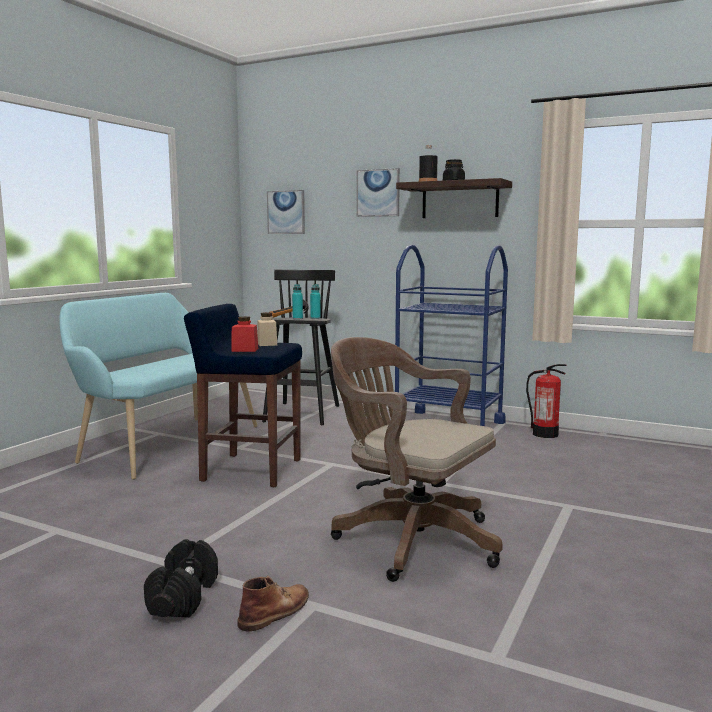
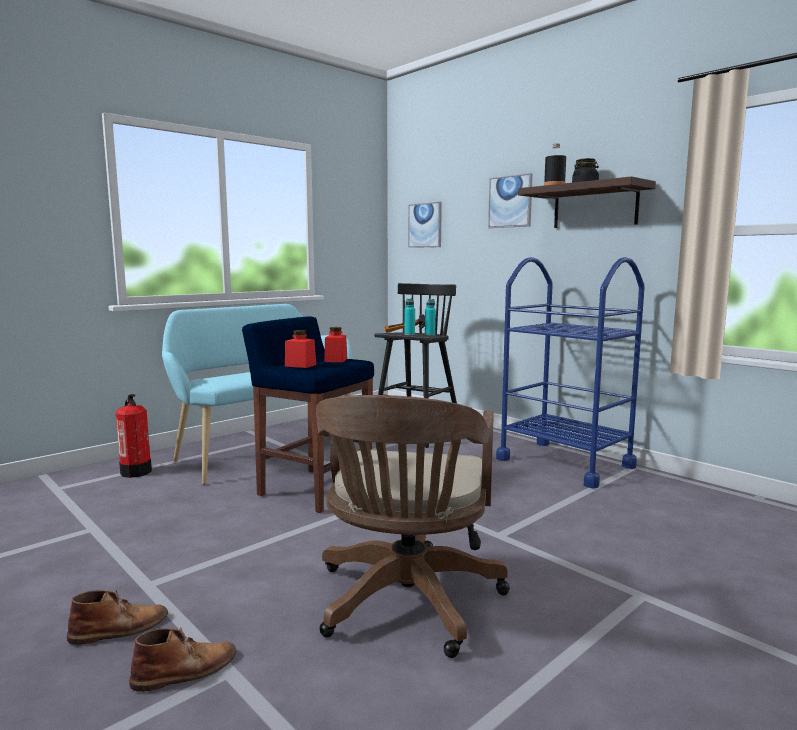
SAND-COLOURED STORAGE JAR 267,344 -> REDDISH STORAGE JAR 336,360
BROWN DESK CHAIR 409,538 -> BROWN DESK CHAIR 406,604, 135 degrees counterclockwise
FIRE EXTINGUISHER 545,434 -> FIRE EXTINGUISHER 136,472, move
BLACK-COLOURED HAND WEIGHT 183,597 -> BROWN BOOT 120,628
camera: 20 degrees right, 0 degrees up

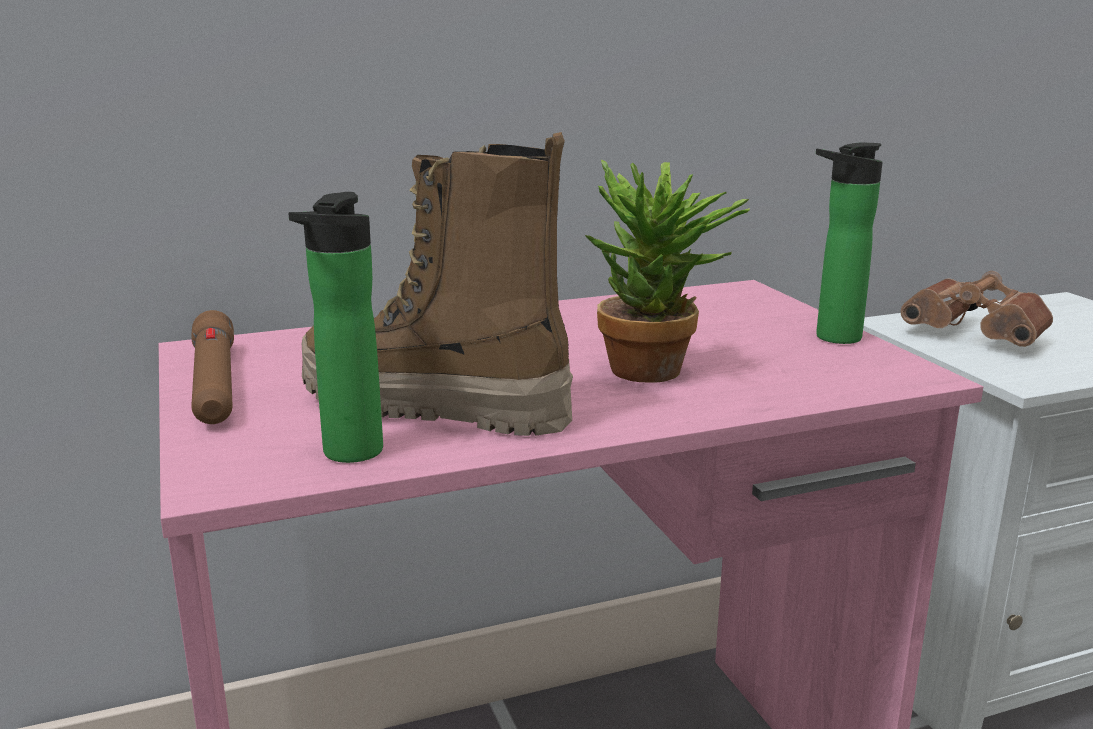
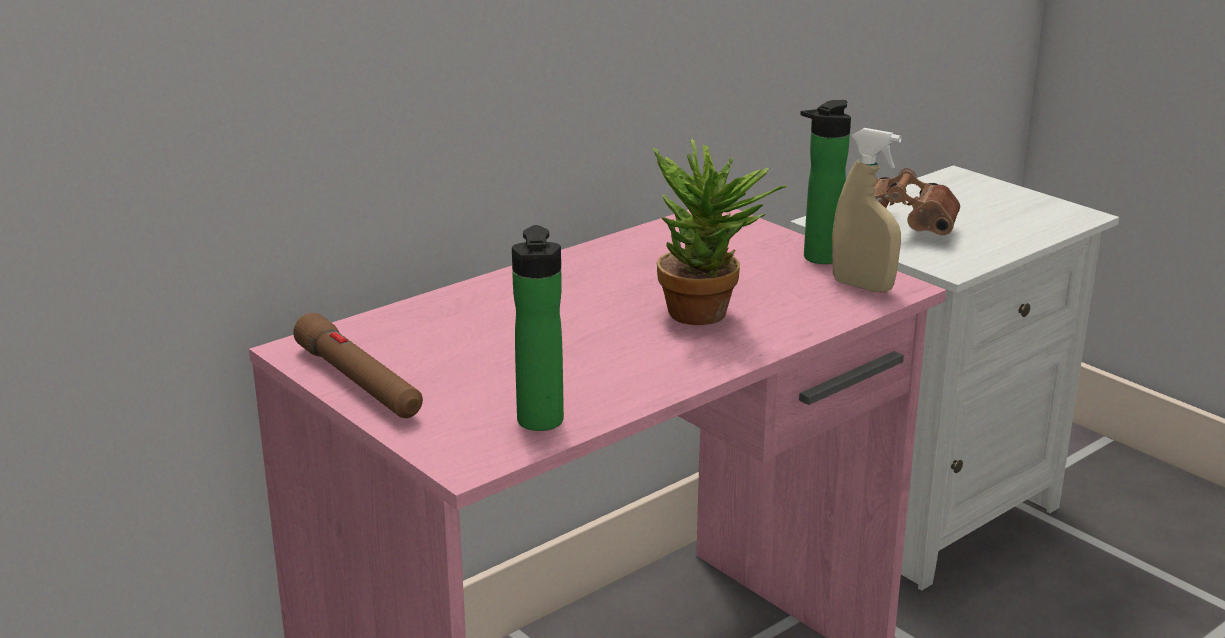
BOOT 434,409 -> none
none -> SAND-COLOURED SPRAY BOTTLE 862,286
camera: 20 degrees left, 5 degrees up

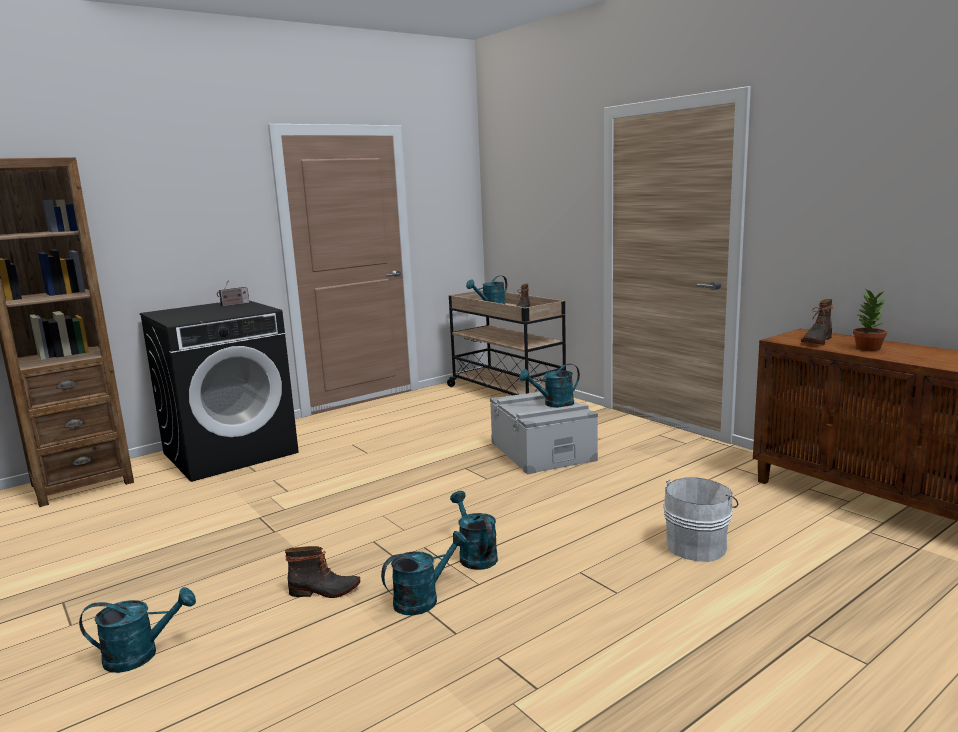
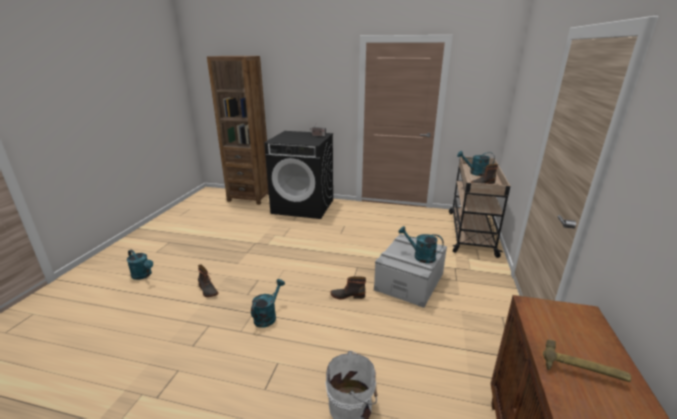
HOUSEPLANT 867,348 -> HAMMER 581,373
BOOT 816,340 -> BOOT 347,295, move
TURQUOISE WATERING POT 423,599 -> none
camera: 50 degrees right, 10 degrees up

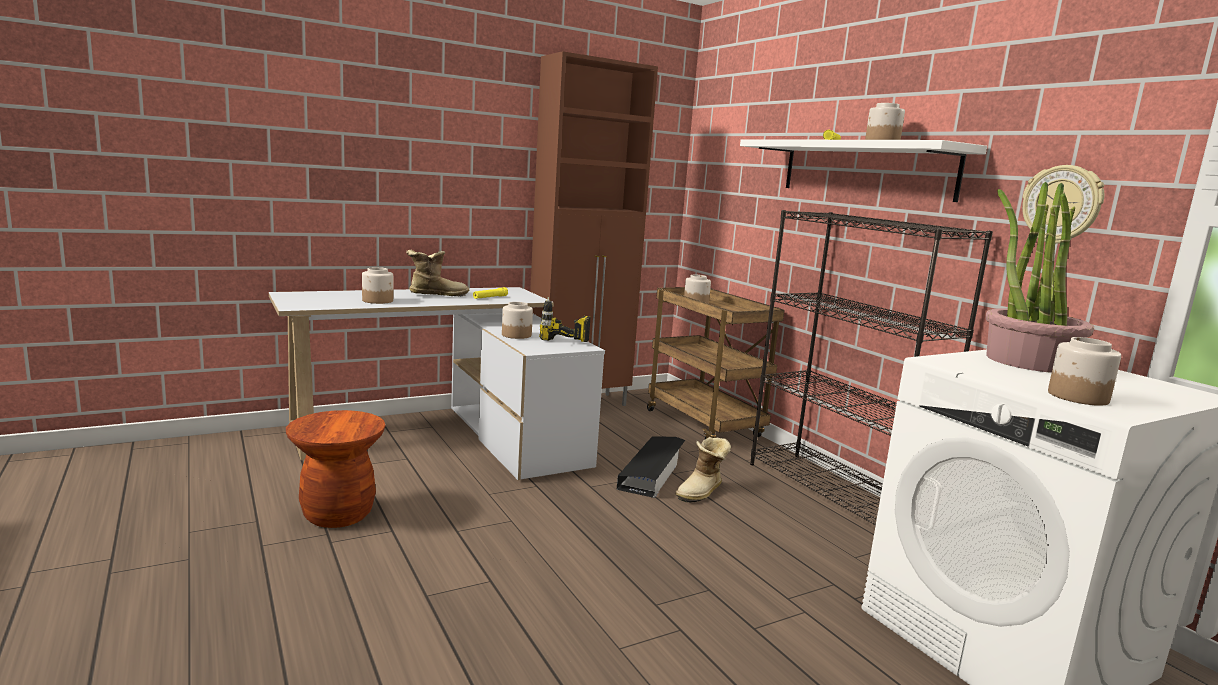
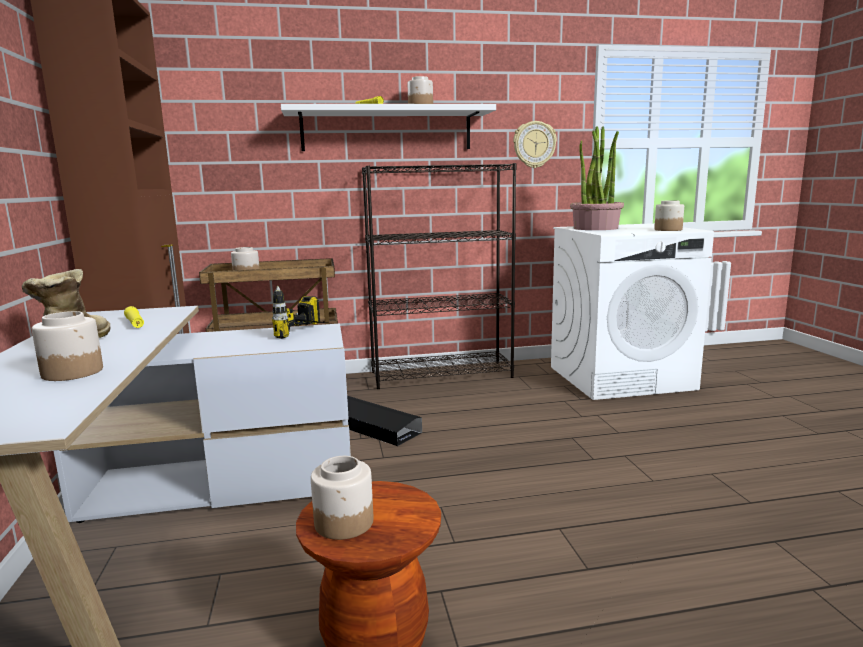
STORAGE JAR 517,335 -> STORAGE JAR 344,522, move
BOOT 702,492 -> none
camera: 70 degrees left, 0 degrees up

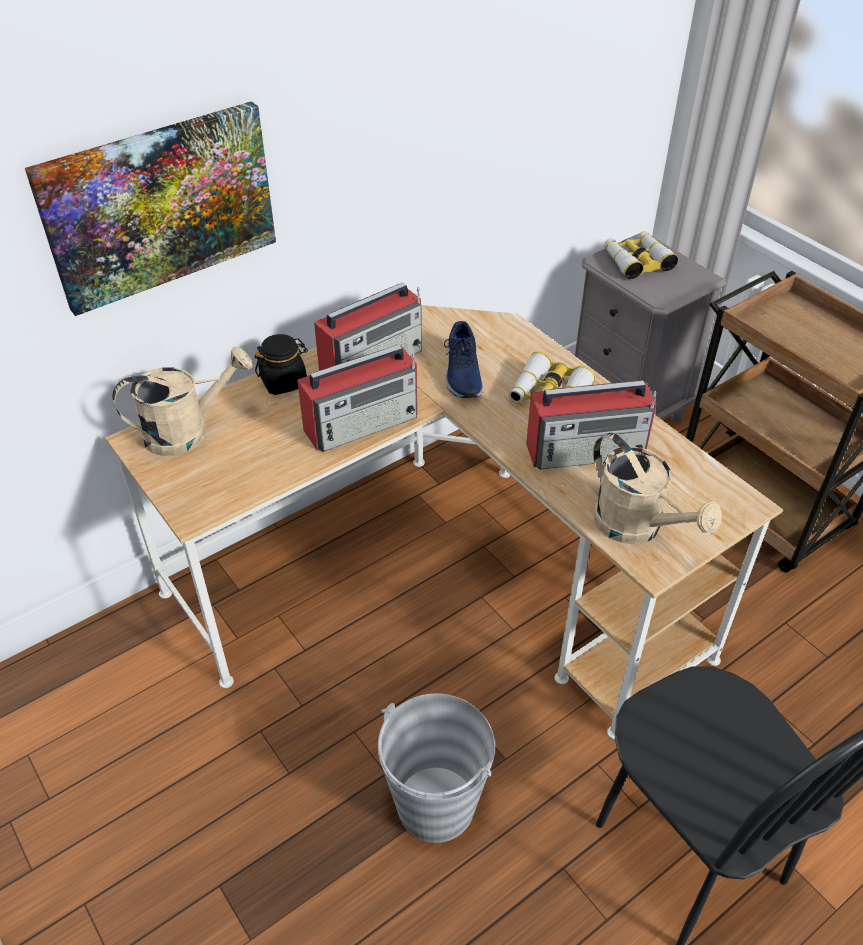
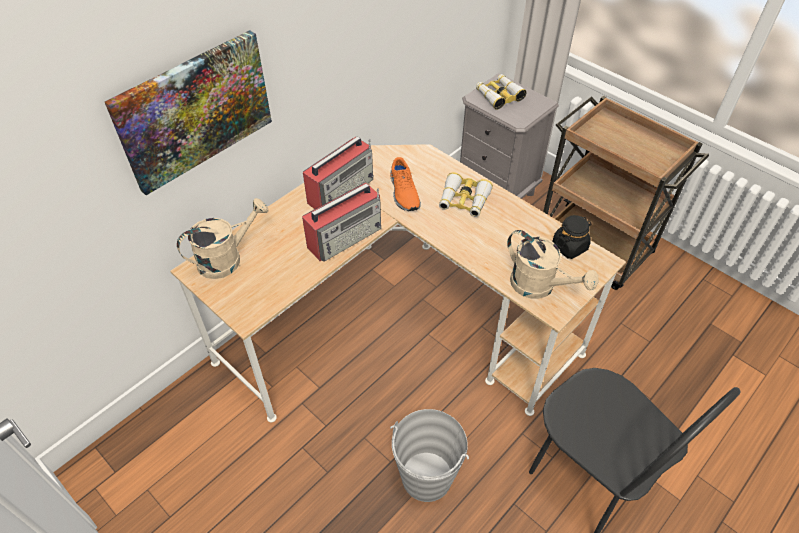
BLUE-COLOURED ITEM OF FOOTWEAR 462,373 -> ORANGE-COLOURED ITEM OF FOOTWEAR 403,193
BLACK-COLOURED STORAGE JAR 284,382 -> BLACK-COLOURED STORAGE JAR 569,247, move
RADIO SET 587,450 -> none
camera: 10 degrees left, 5 degrees up

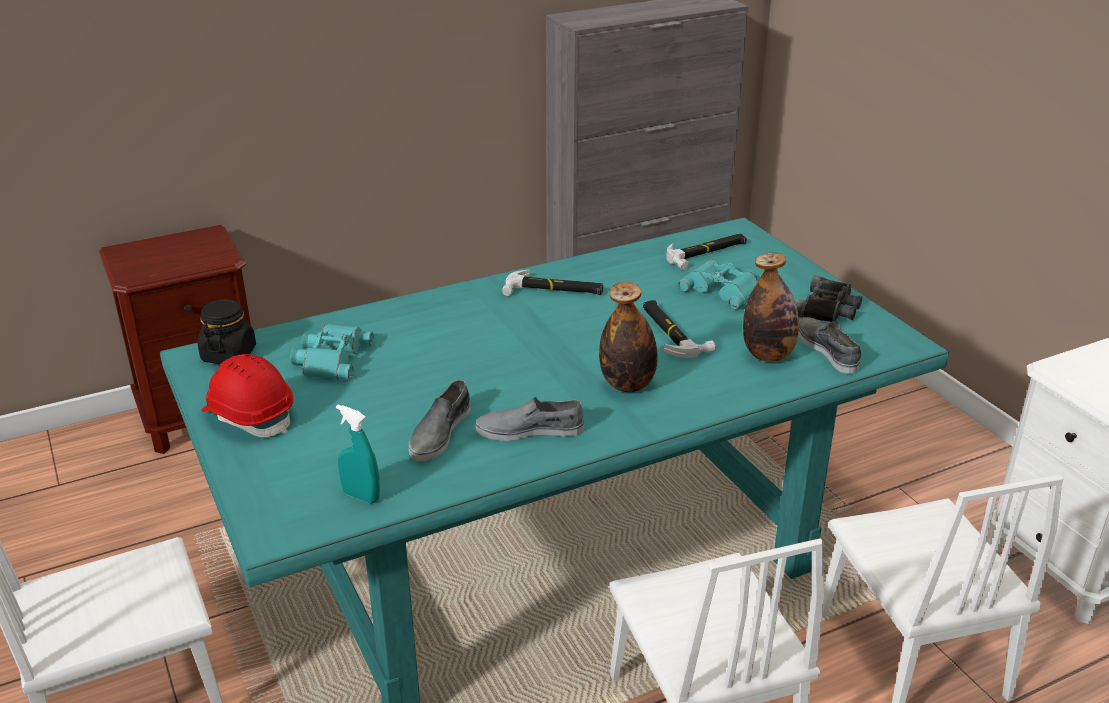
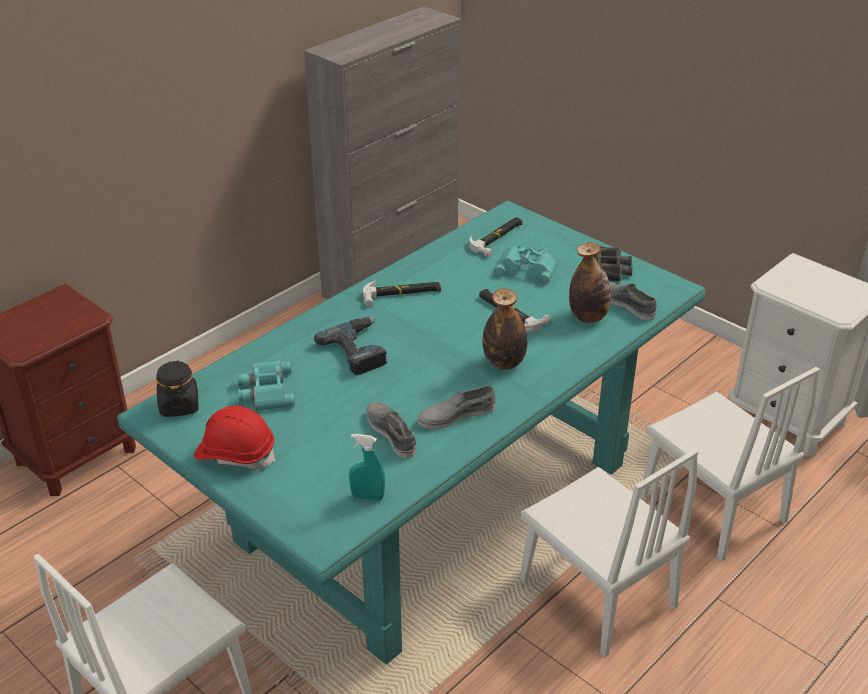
GRAY ITEM OF FOOTWEAR 439,433 -> GRAY ITEM OF FOOTWEAR 392,433, 150 degrees clockwise
none -> POWER DRILL 359,350
camera: 20 degrees left, 5 degrees up

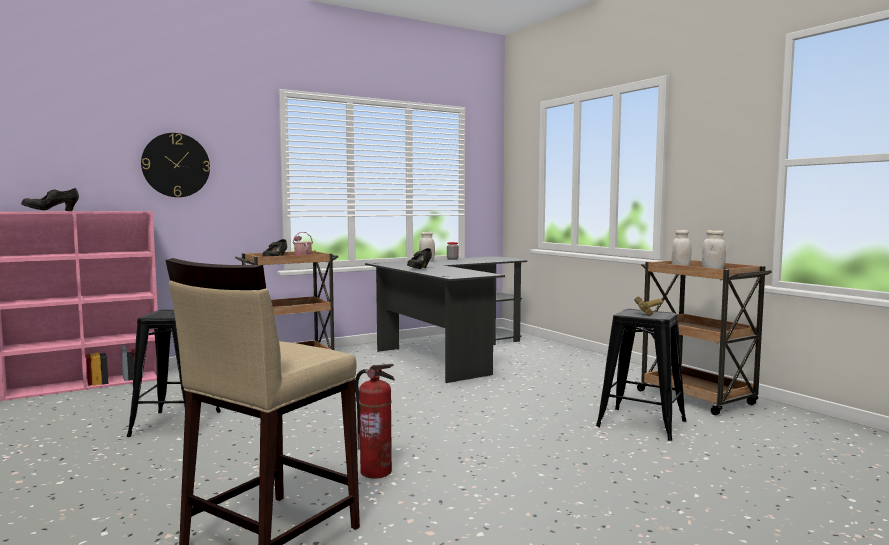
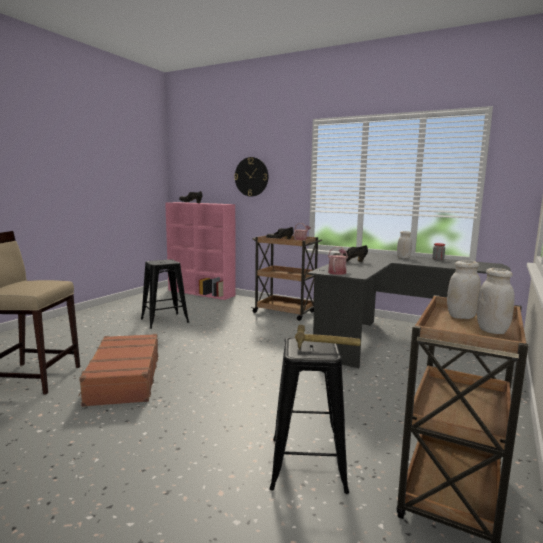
FIRE EXTINGUISHER 376,471 -> BROWN PIECE OF LUGGAGE 123,379
none -> WATERING POT 337,272
camera: 60 degrees right, 5 degrees up

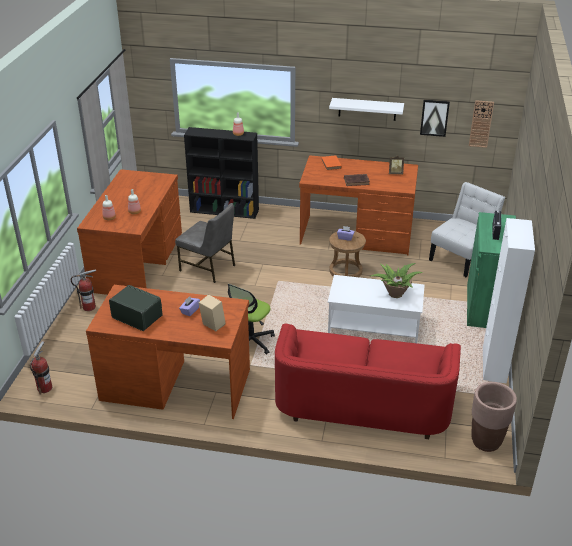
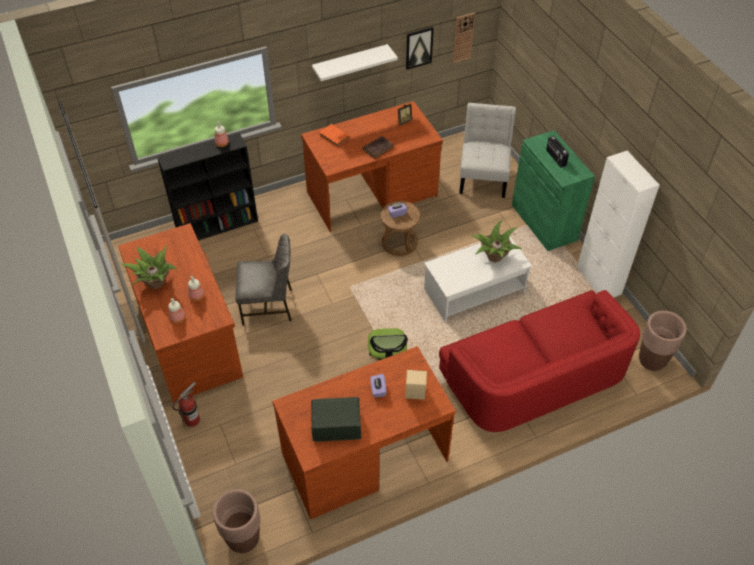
FIRE EXTINGUISHER 44,388 -> BROWN PLANTER 243,539
none -> HOUSEPLANT 155,282
camera: 35 degrees left, 15 degrees up

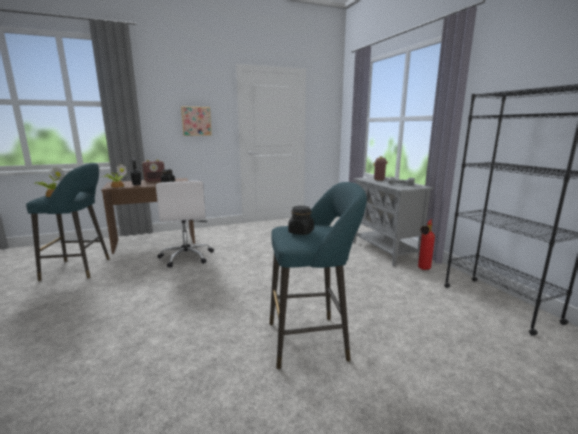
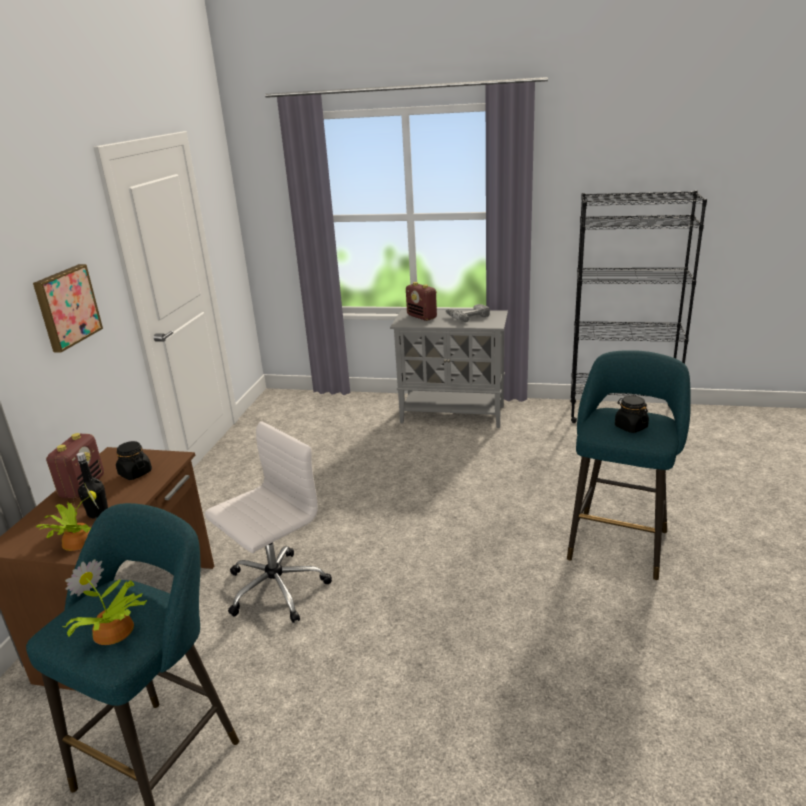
WHITE DESK CHAIR 187,257 -> WHITE DESK CHAIR 274,589, 60 degrees counterclockwise
FIRE EXTINGUISHER 423,269 -> none
camera: 55 degrees left, 10 degrees up

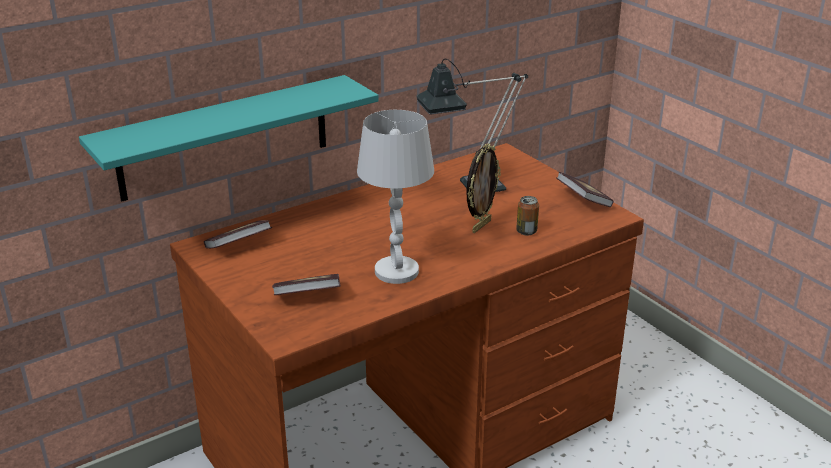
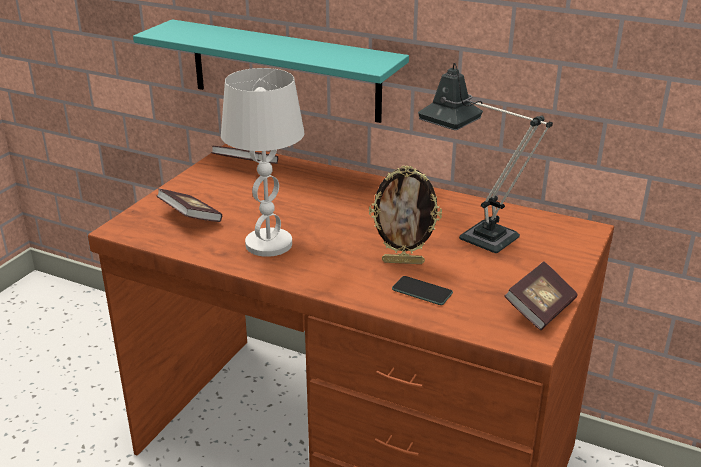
CAN 526,231 -> HANDSET 422,291
camera: 60 degrees right, 0 degrees up

